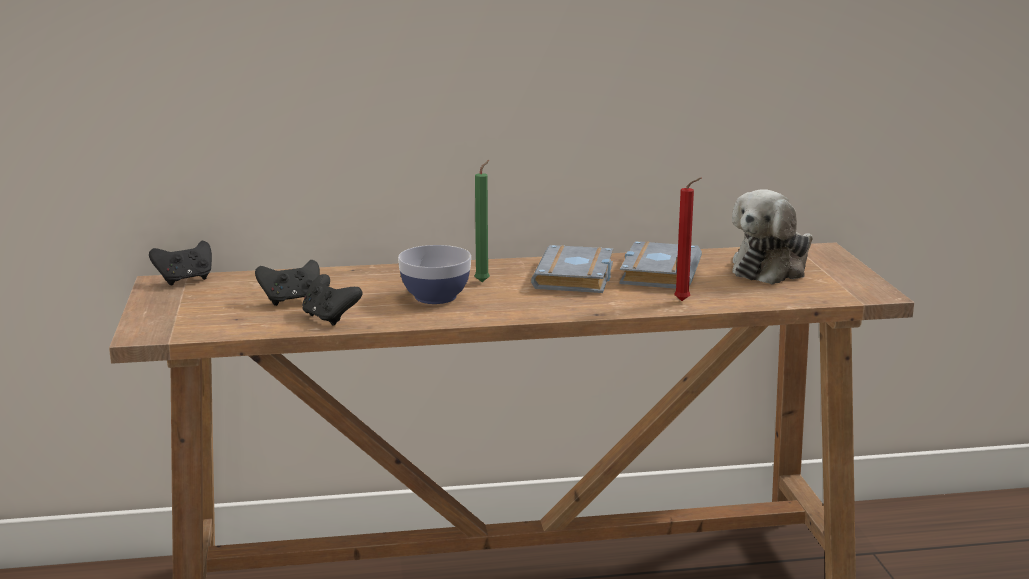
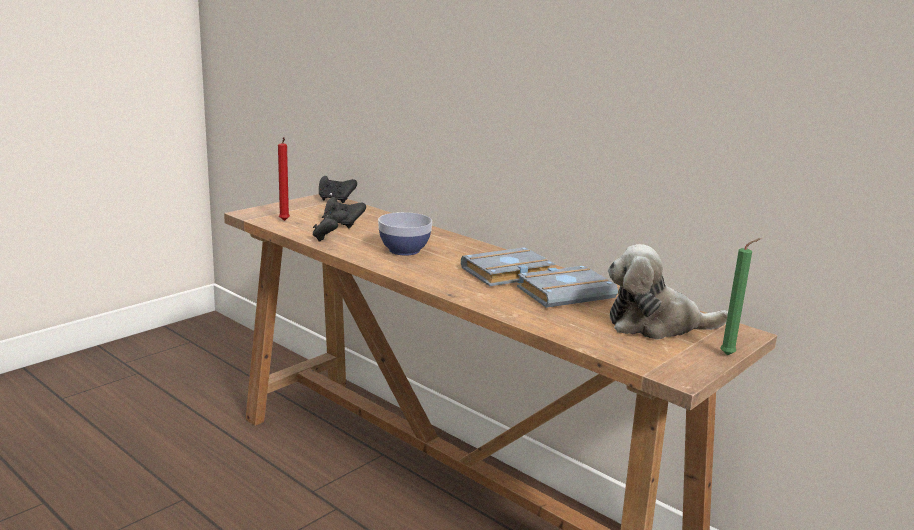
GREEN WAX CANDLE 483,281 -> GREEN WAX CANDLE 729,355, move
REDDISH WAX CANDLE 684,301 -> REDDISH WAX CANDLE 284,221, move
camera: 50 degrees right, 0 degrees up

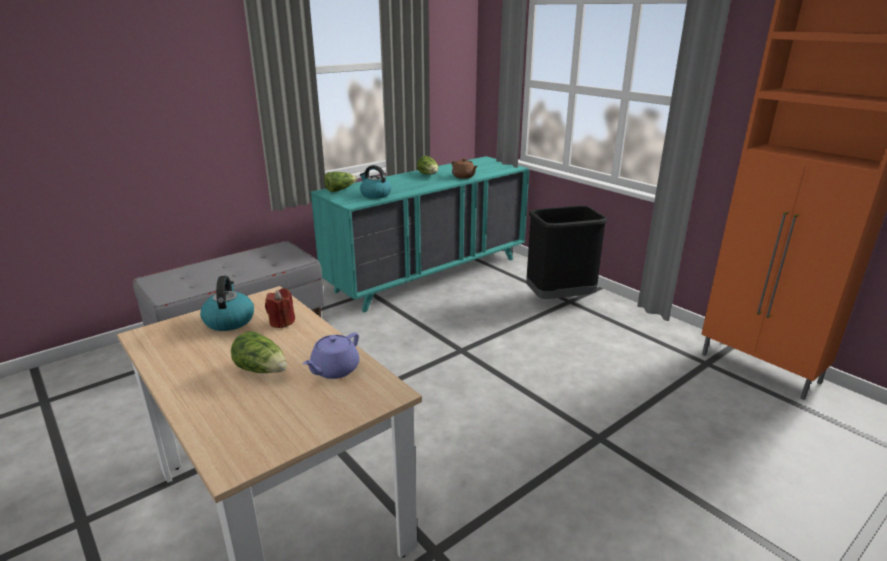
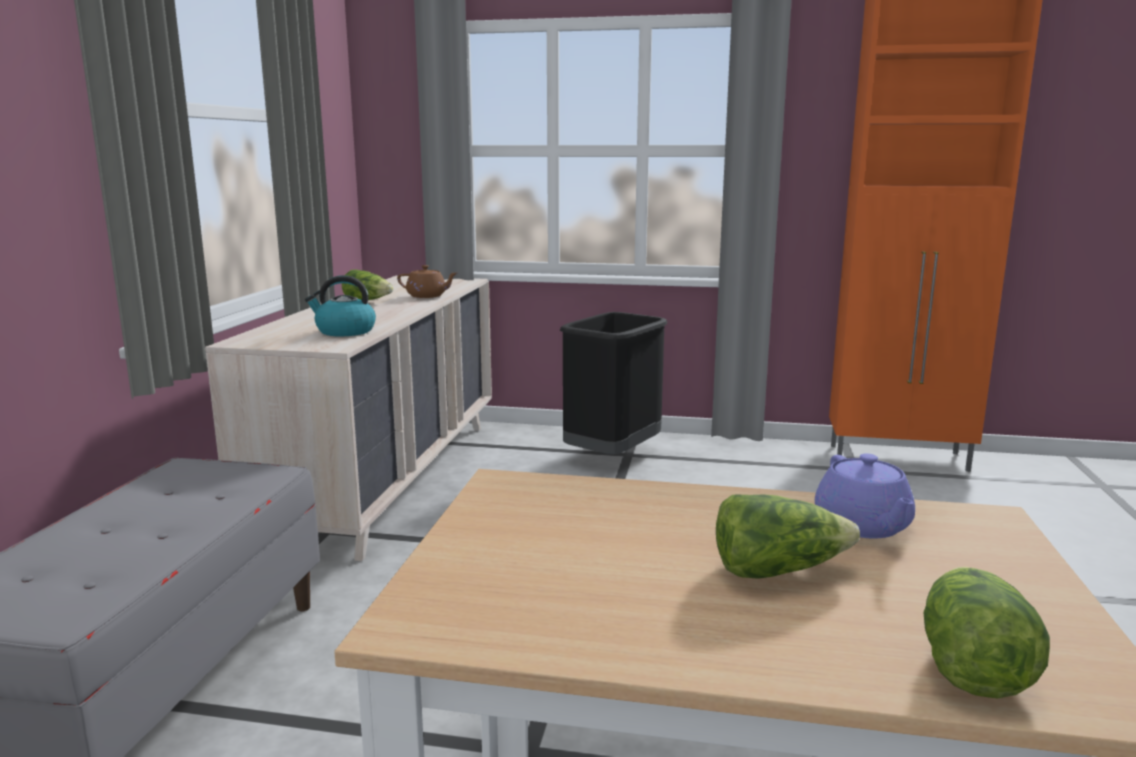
TURQUOISE DRAWER CHEST 429,274 -> SAND-COLOURED DRAWER CHEST 388,478
LETTUCE HEAD 340,190 -> LETTUCE HEAD 970,664, move
TEA KETTLE 229,320 -> none
REDDISH WAX CANDLE 282,322 -> none
camera: 40 degrees left, 10 degrees down

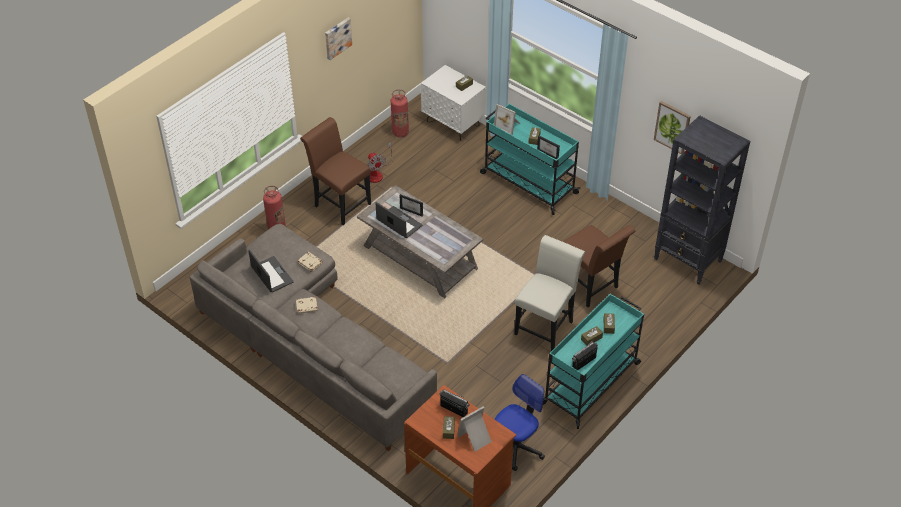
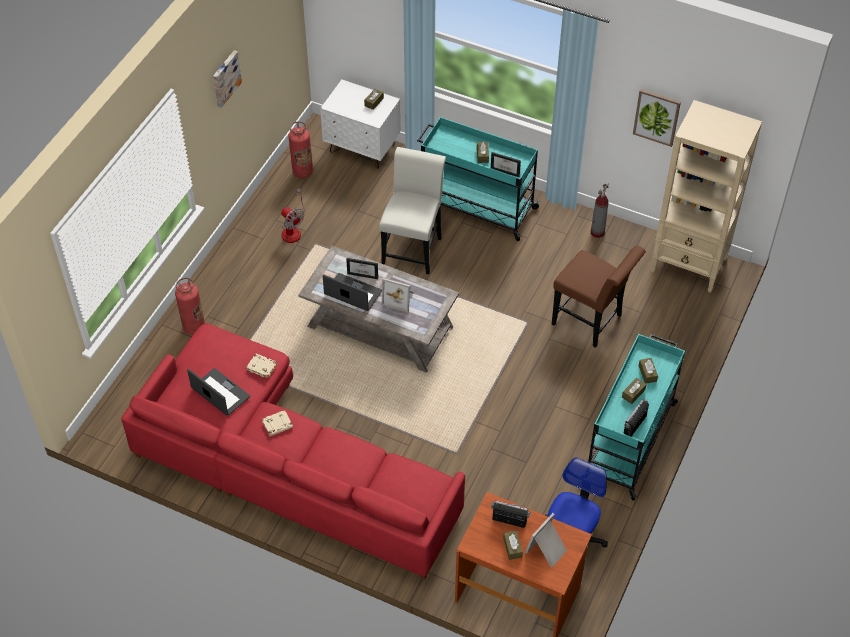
STANDING FRAME 508,125 -> STANDING FRAME 399,298, move
BLACK-COLOURED BOOKCASE 688,260 -> SAND-COLOURED BOOKCASE 689,265
BROWN UPRIGHT CHAIR 339,203 -> none
GRAY SETTEE 310,344 -> REDDISH SETTEE 285,465
WHITE UPRIGHT CHAIR 546,325 -> WHITE UPRIGHT CHAIR 413,247, move
none -> FIRE EXTINGUISHER 597,232
camera: 15 degrees left, 5 degrees up

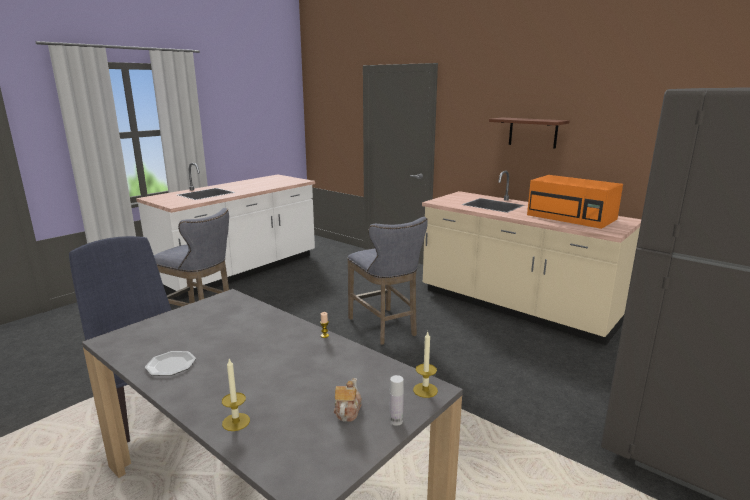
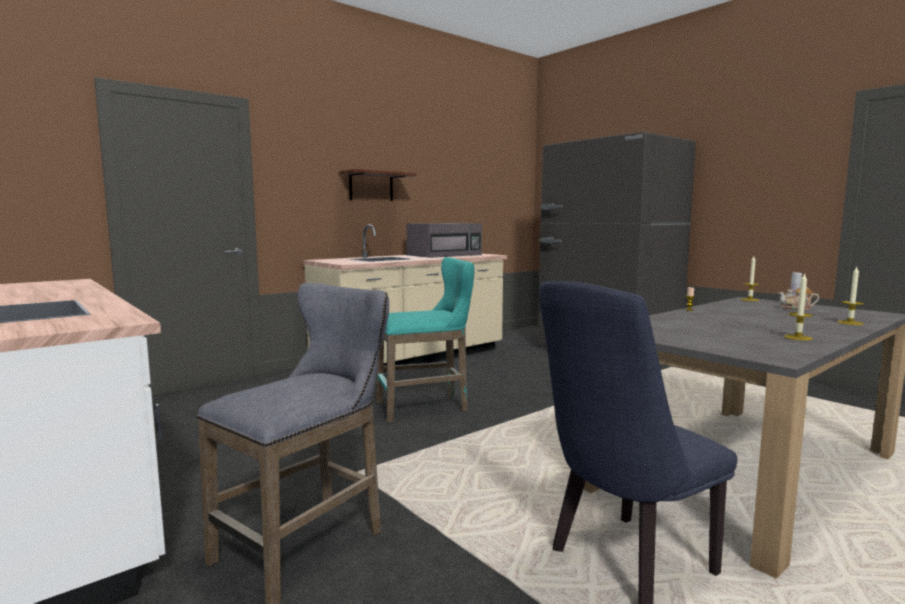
ORANGE-COLOURED MICROWAVE 572,217 -> GRAY MICROWAVE 445,255
GRAY STOOL 385,328 -> TURQUOISE STOOL 427,407
DINNER PLATE 170,365 -> WAX CANDLE 798,337
camera: 80 degrees left, 10 degrees down

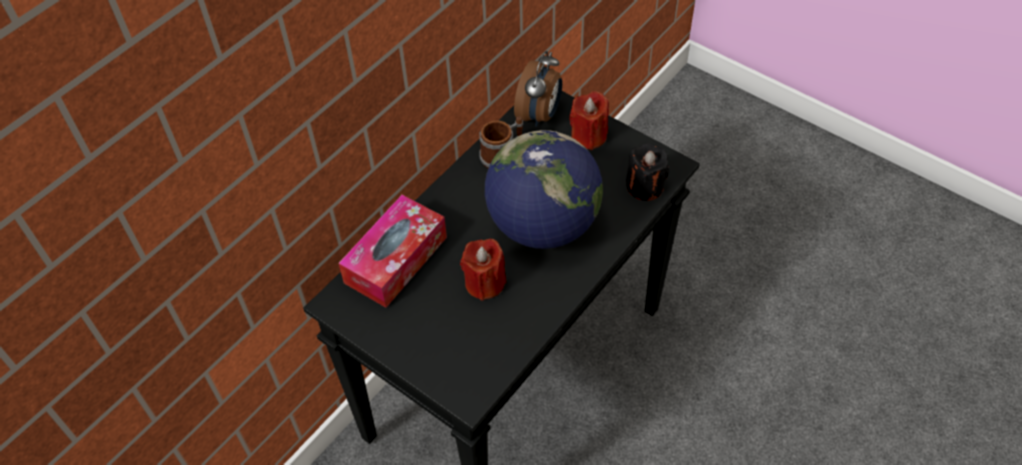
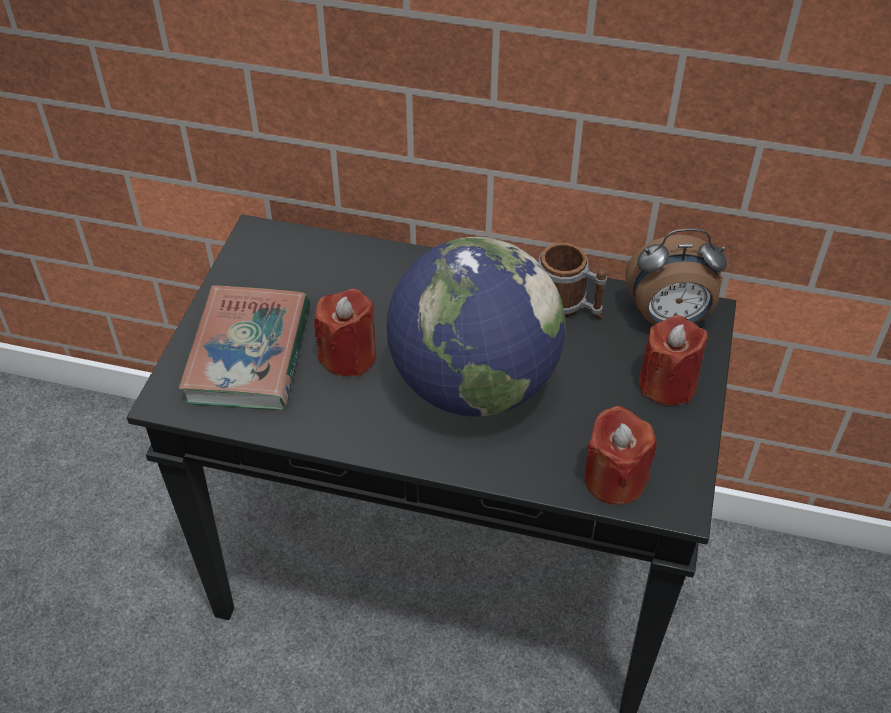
BLACK-COLOURED WAX CANDLE 645,186 -> REDDISH WAX CANDLE 614,479
TISSUE HOLDER 396,260 -> none
none -> VOLUME 249,354
camera: 65 degrees right, 5 degrees down

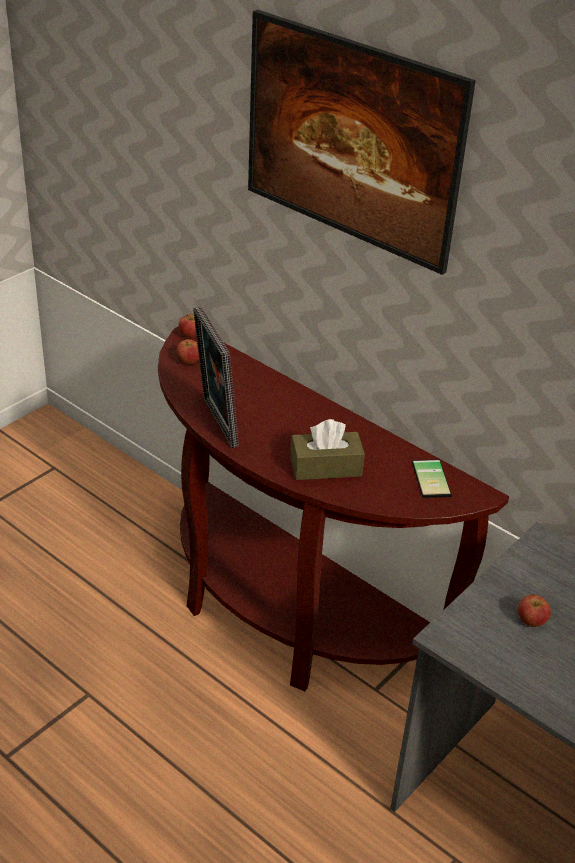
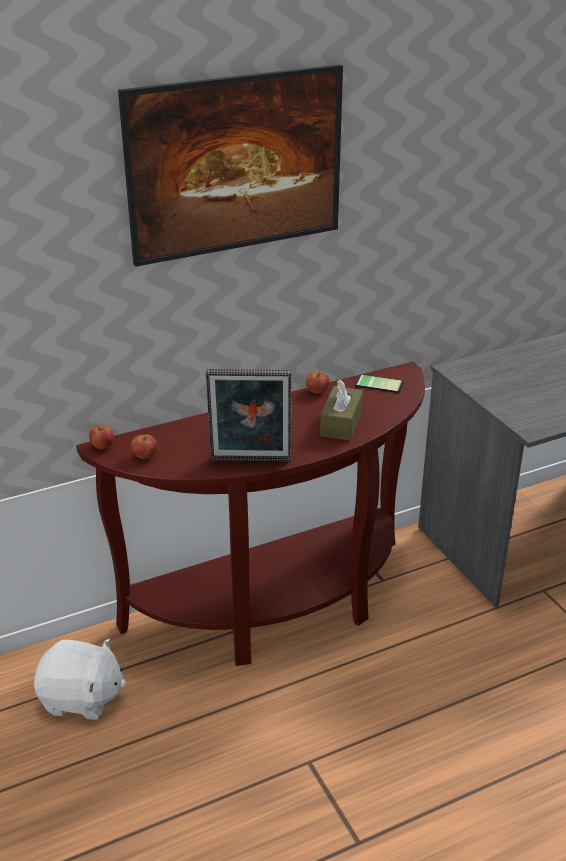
WHOLE APPLE 531,621 -> WHOLE APPLE 317,391, move
none -> WHITE CUDDLY TOY 81,698
camera: 65 degrees left, 5 degrees down

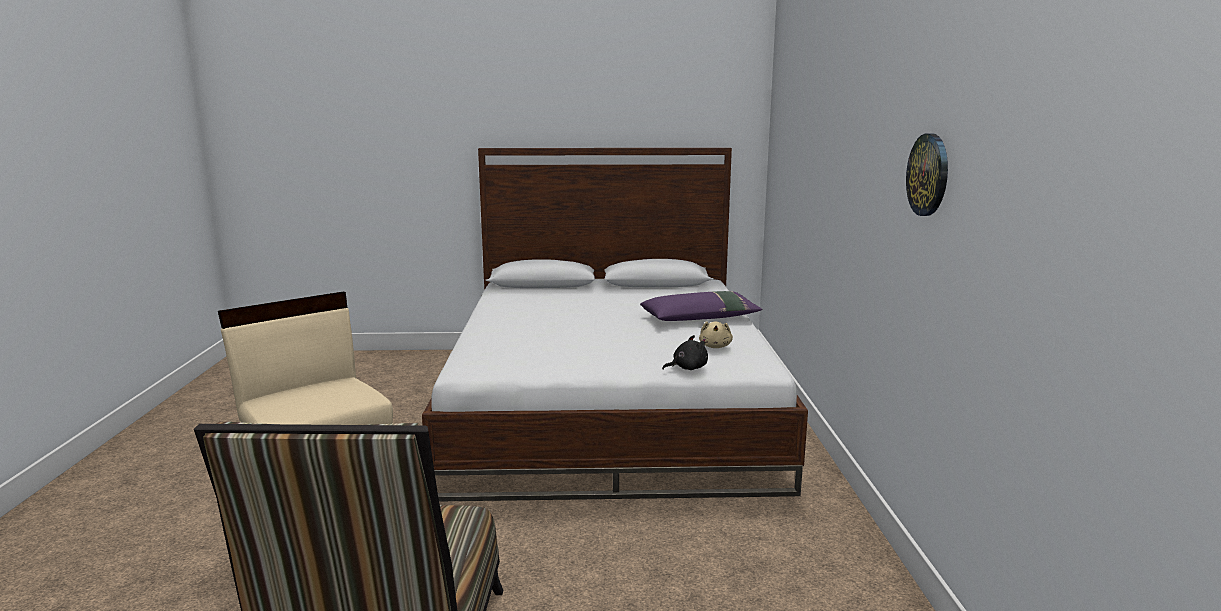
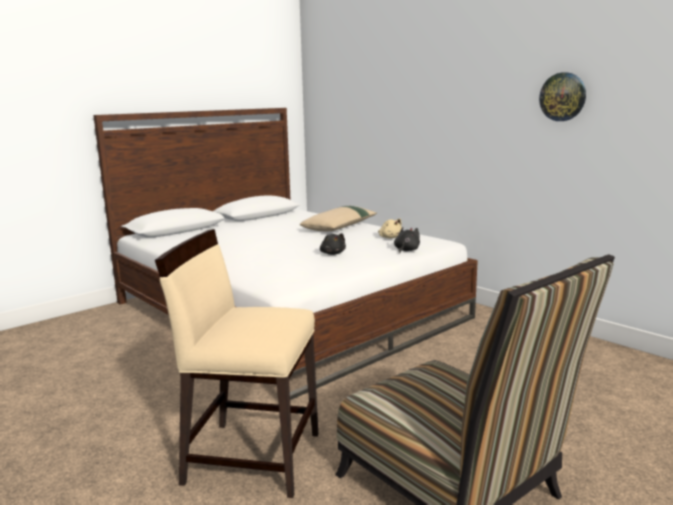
PURPLISH PILLOW 700,318 -> SAND-COLOURED PILLOW 340,227
none -> BLACK-COLOURED CUDDLY TOY 332,253
camera: 40 degrees left, 0 degrees up

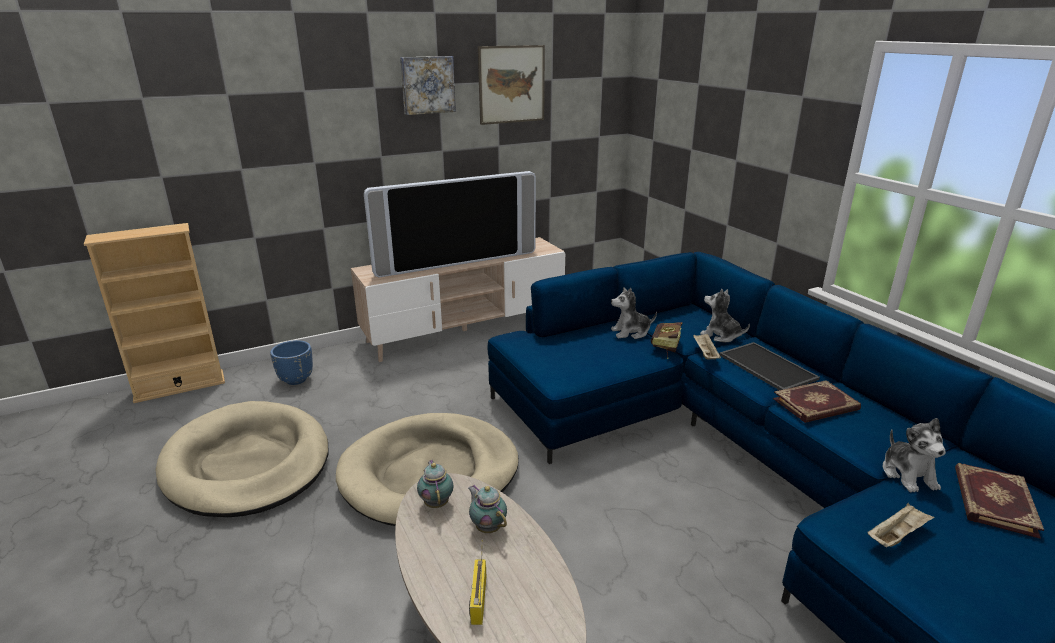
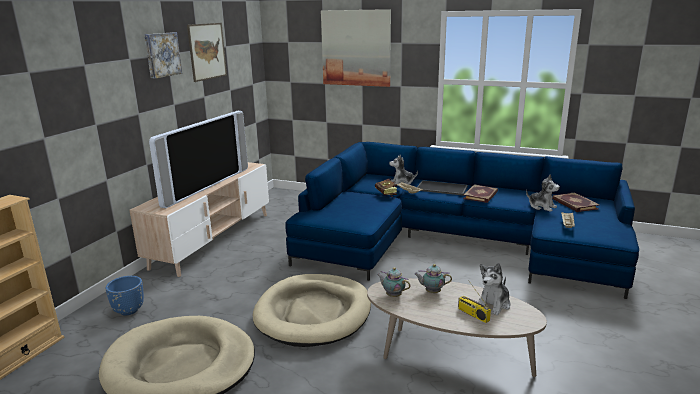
CUDDLY TOY 631,332 -> CUDDLY TOY 494,304, move
none -> WALL ART 356,48
camera: 40 degrees left, 5 degrees down

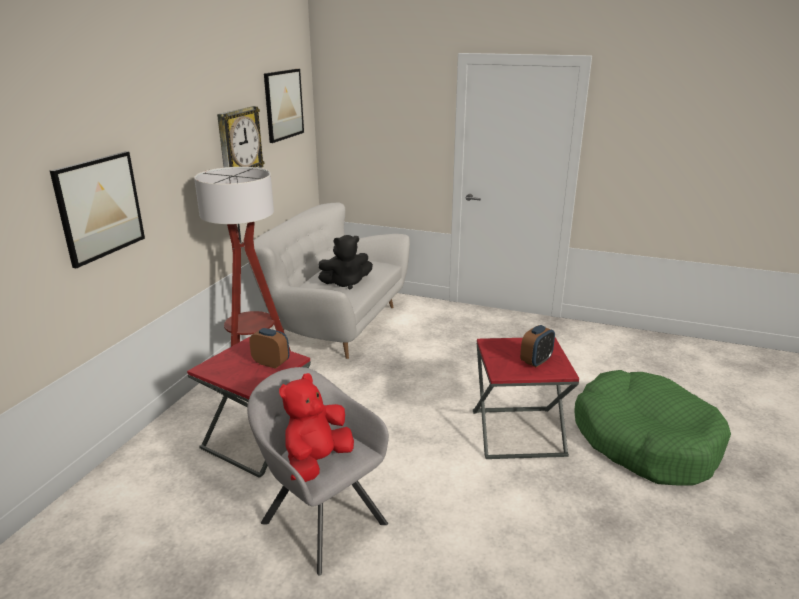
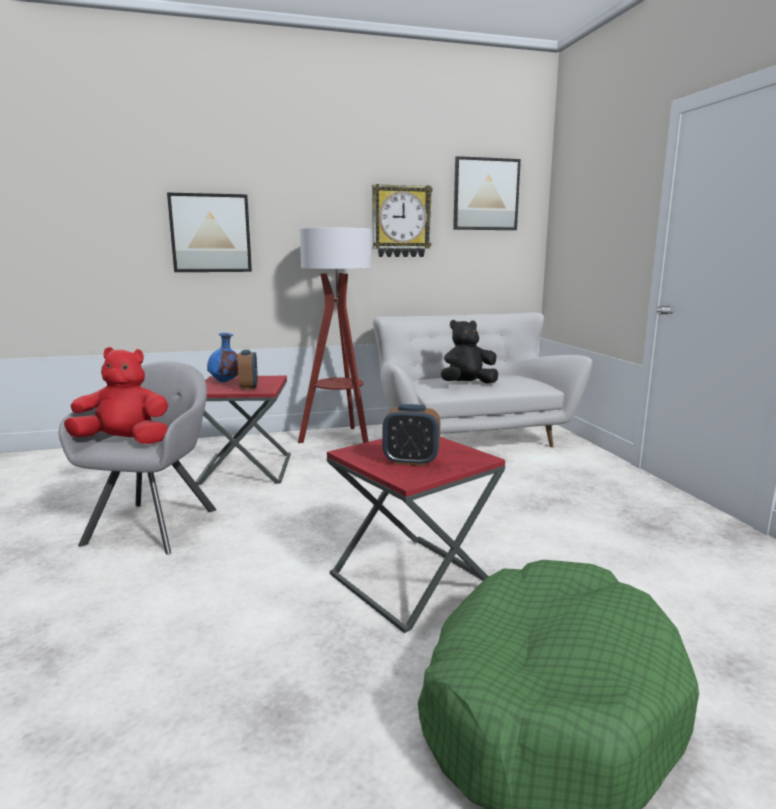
BLACK-COLOURED CUDDLY TOY 346,283 -> BLACK-COLOURED CUDDLY TOY 467,384, 120 degrees clockwise
none -> BLUE-COLOURED FLOWER VASE 225,382
camera: 55 degrees right, 10 degrees down

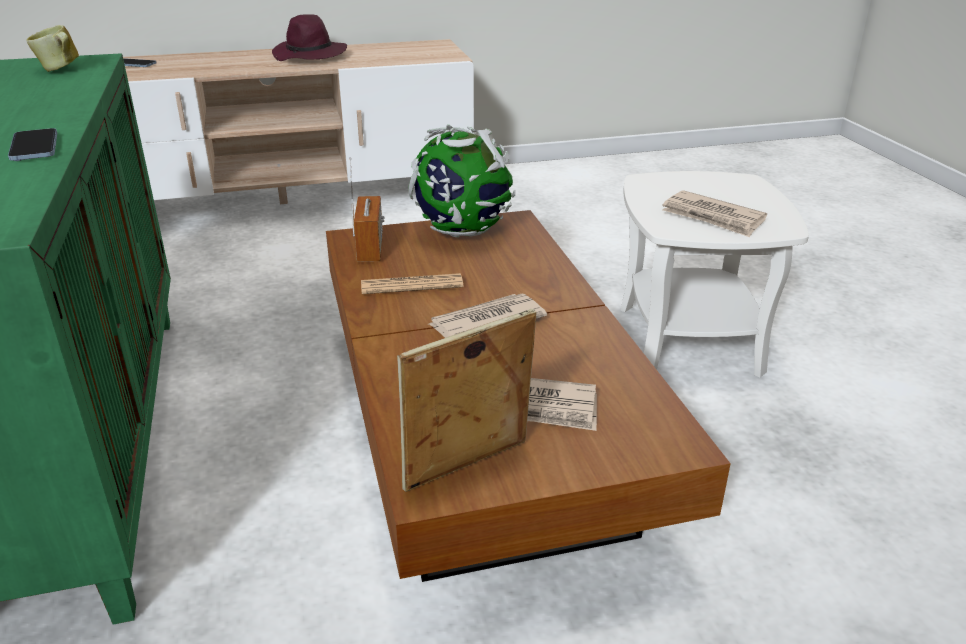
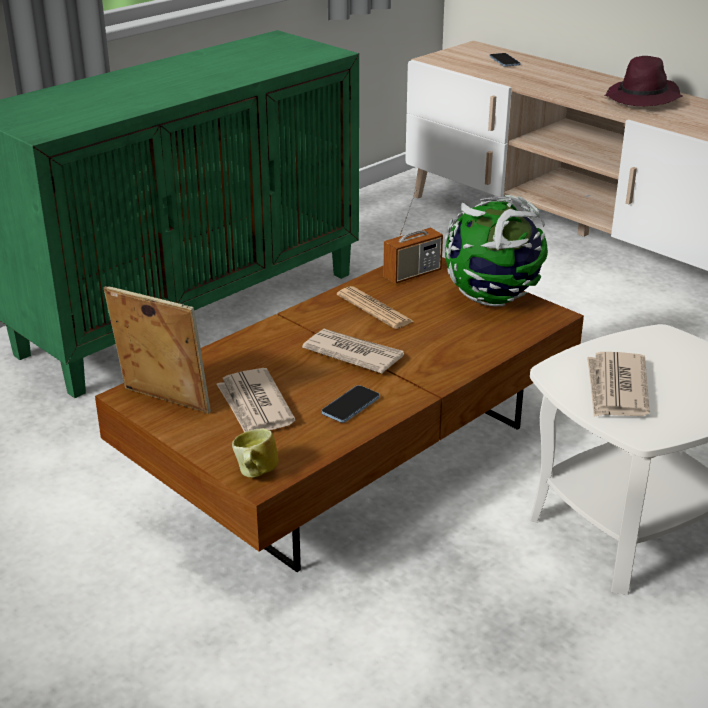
TEA MUG 60,70 -> TEA MUG 254,474, move
HANDSET 34,147 -> HANDSET 351,406, move
camera: 60 degrees right, 0 degrees up

